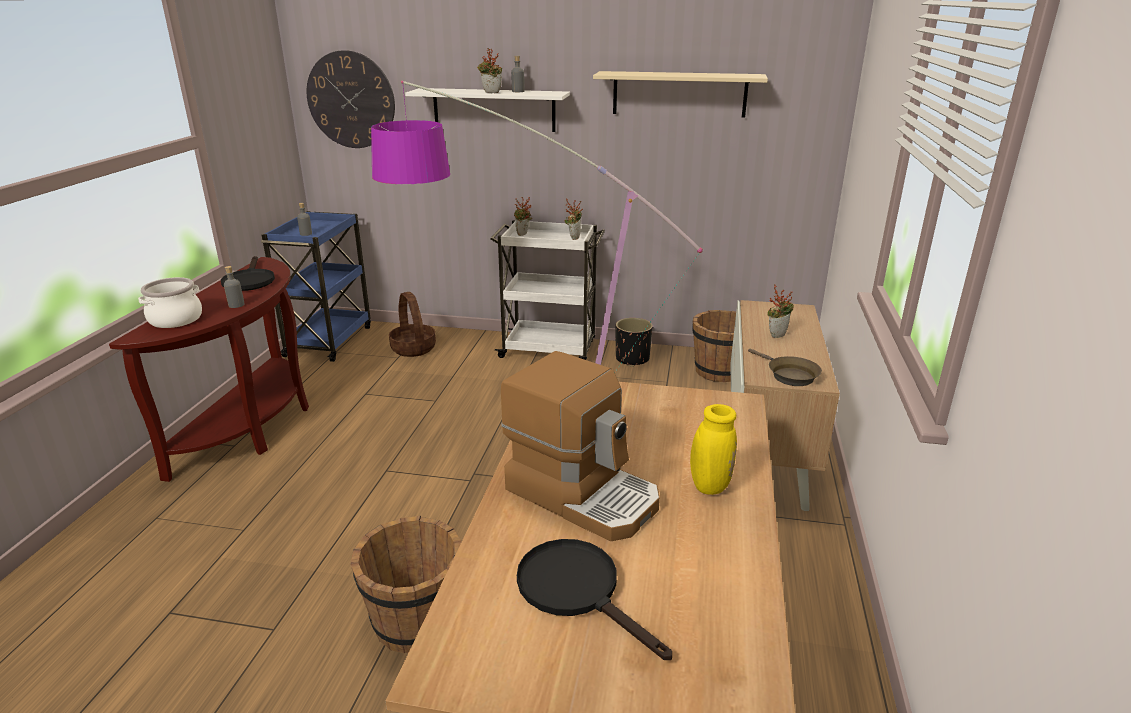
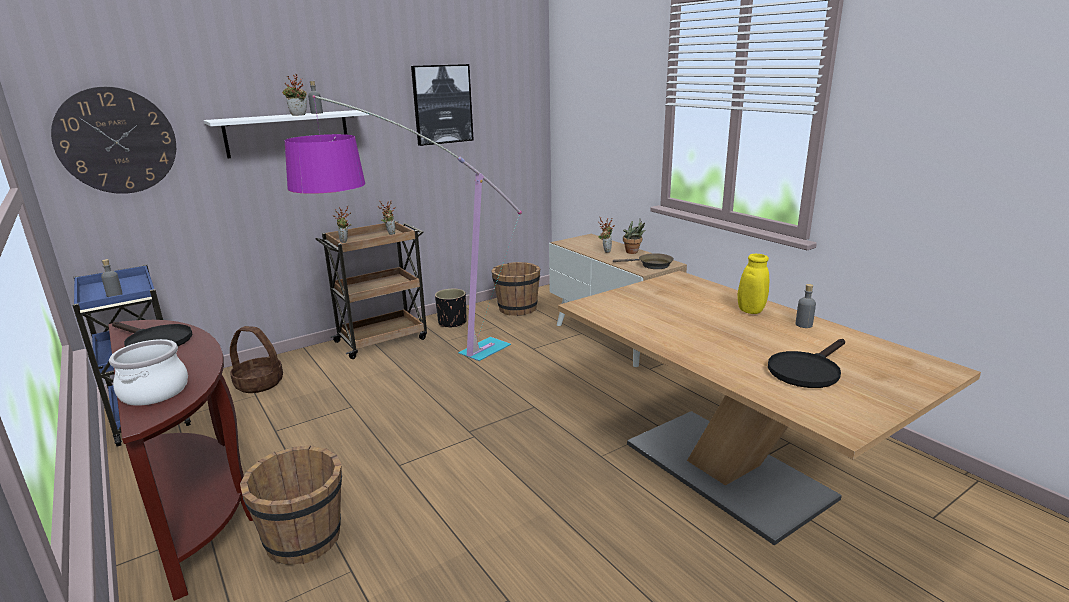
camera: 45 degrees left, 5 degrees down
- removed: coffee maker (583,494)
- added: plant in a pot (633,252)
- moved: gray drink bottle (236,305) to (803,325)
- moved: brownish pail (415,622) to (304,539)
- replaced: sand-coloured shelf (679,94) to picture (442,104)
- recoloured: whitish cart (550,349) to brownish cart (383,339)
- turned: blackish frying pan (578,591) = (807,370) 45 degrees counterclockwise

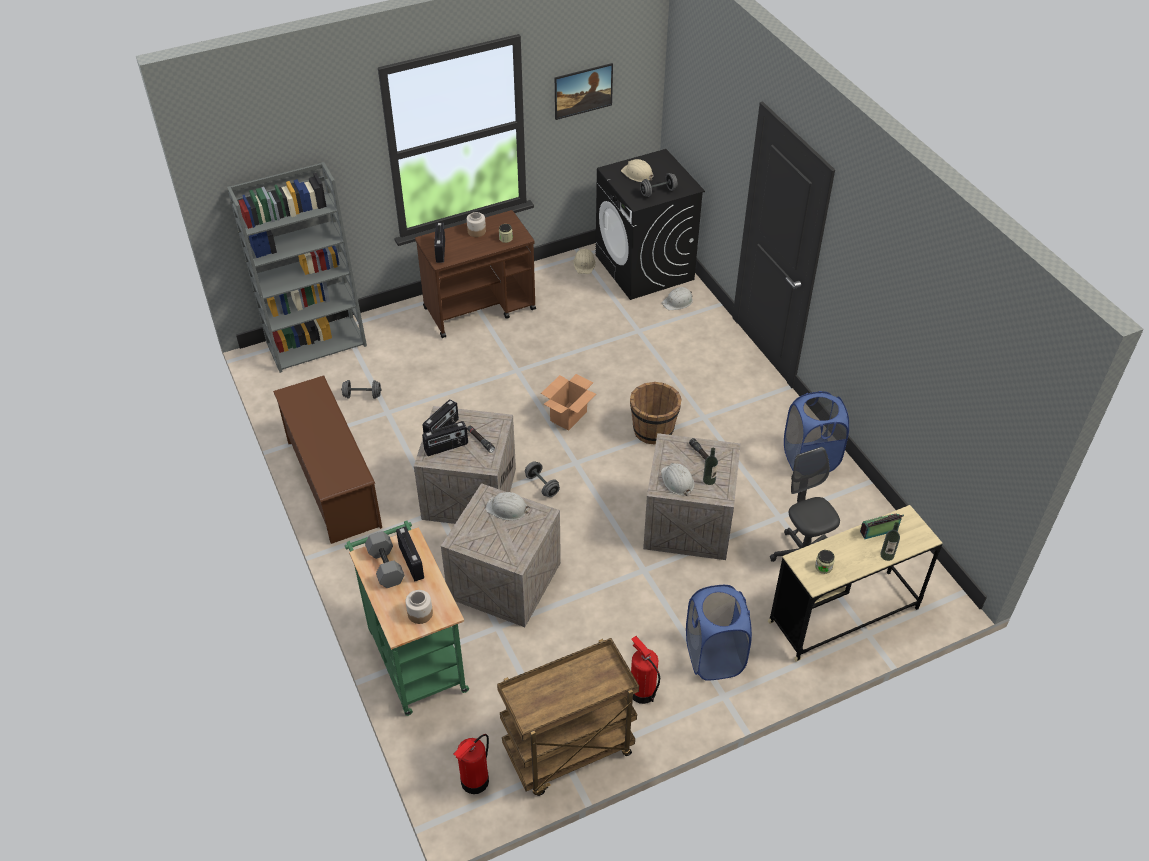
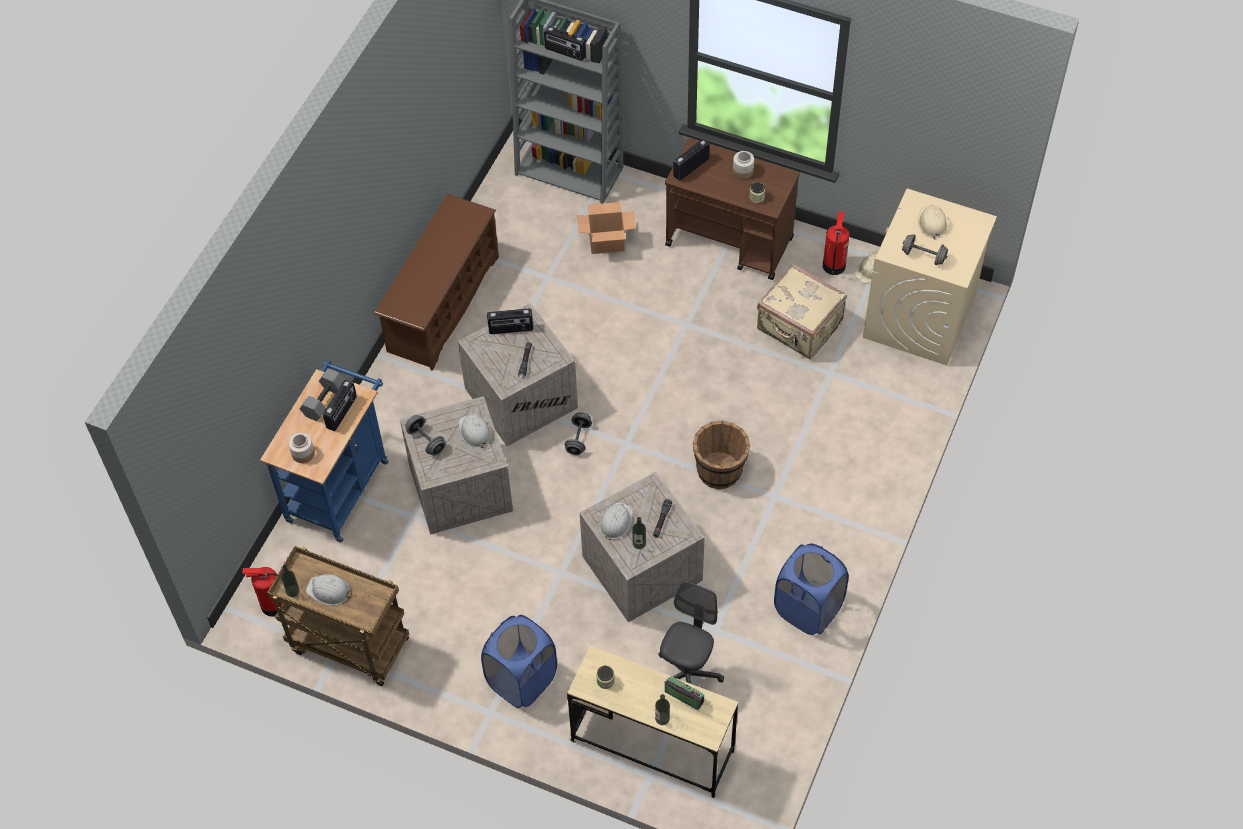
camera: 50 degrees right, 10 degrees up
- removed: picture (583,101)
- added: drink bottle (292,591)
- added: sand-coloured piece of luggage (799,327)
- moved: gray dumbbell (362,395) to (426,441)
- moved: radio (446,447) to (565,52)
- moved: cardboard box (568,416) to (607,243)
- moved: fire-fighting cylinder (642,691) to (834,265)
- moved: whitish work helmet (678,302) to (329,591)
- recoloured: greenish cart (414,655) to bluish cart (340,485)
- recoloured: blackish washing machine (645,267) to sand-coloured washing machine (919,317)

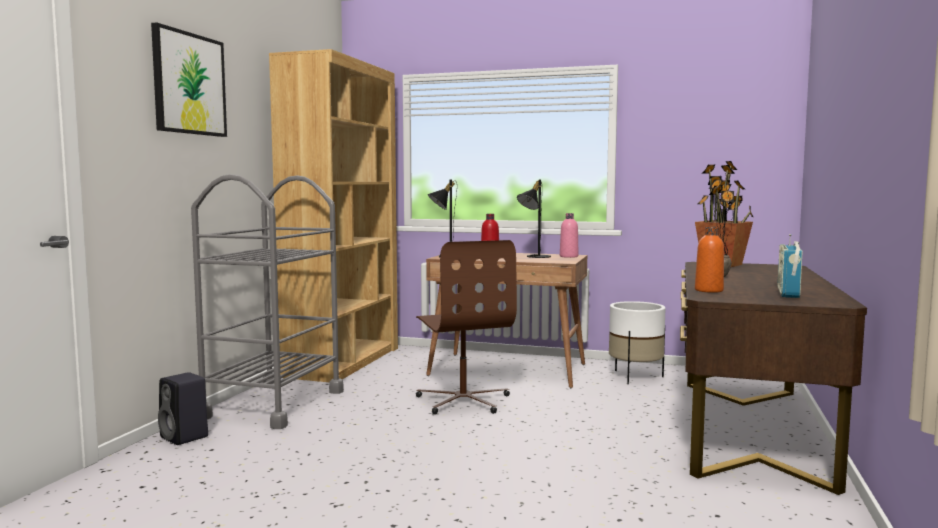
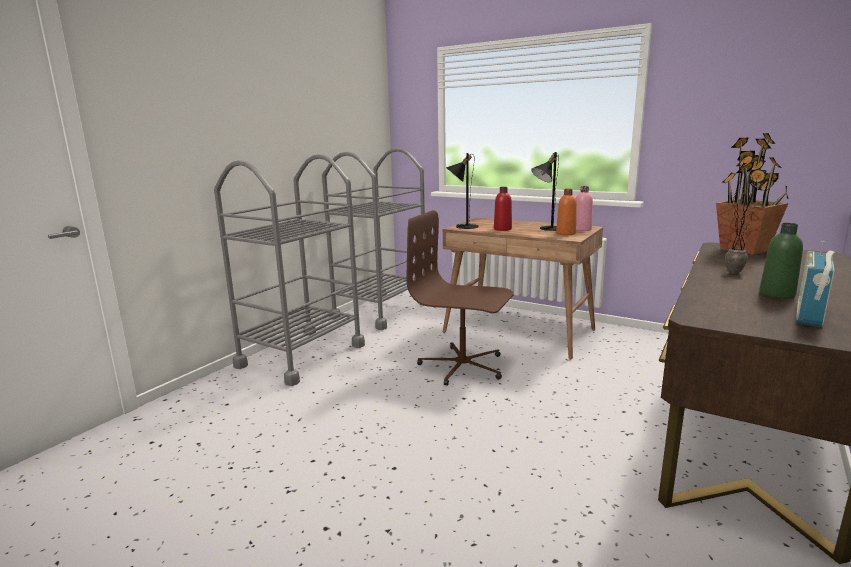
camera: 15 degrees right, 10 degrees up
- removed: picture (189,84)
- removed: blackish audio speaker (185,437)
- removed: whitish planter (635,377)
- added: greenish drink bottle (777,294)
- moved: orangey drink bottle (709,290) to (565,233)
- replaced: brownish shelving unit (343,361) to gray cart (381,311)
- turned: brownish office chair (463,400) = (462,366) 120 degrees clockwise

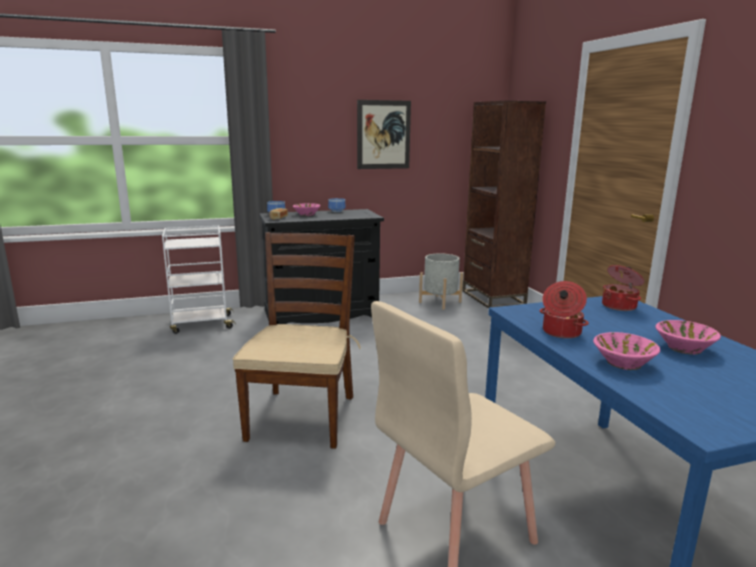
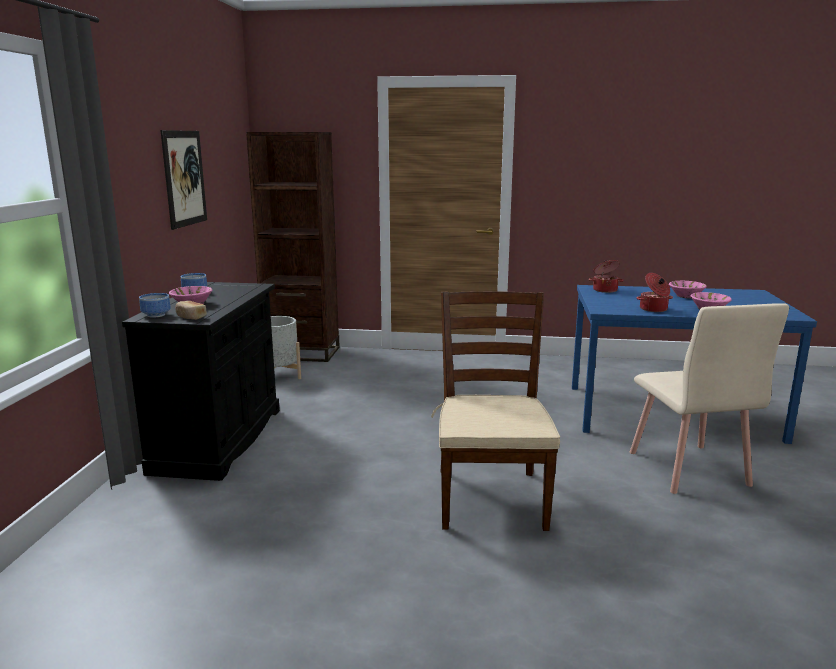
camera: 65 degrees left, 0 degrees up
- removed: whitish cart (201,324)
- turned: brownish plain chair (302,416) = (490,498) 60 degrees clockwise

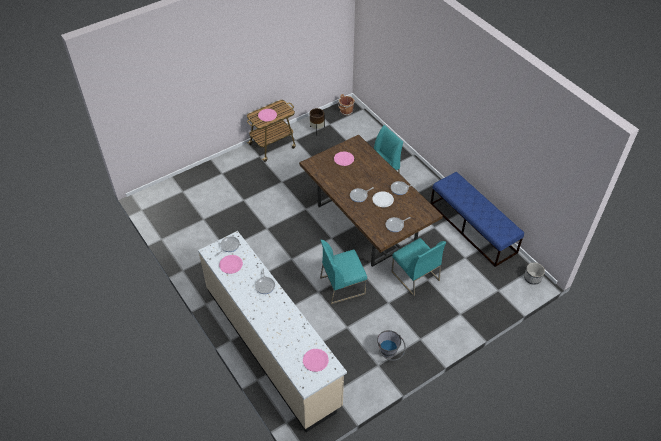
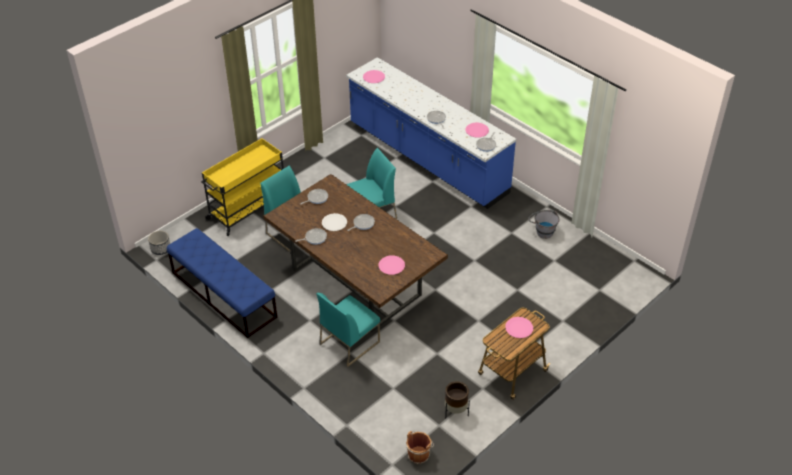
camera: 170 degrees right, 5 degrees down
- added: yellow cart (247,209)
- moved: gray pail (389,353) to (542,231)
- recoloured: sand-coloured kitchen counter (272,345) to bluish kitchen counter (427,159)

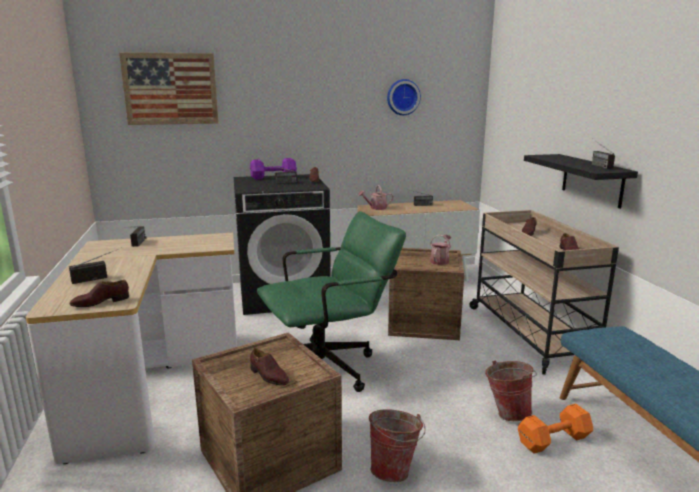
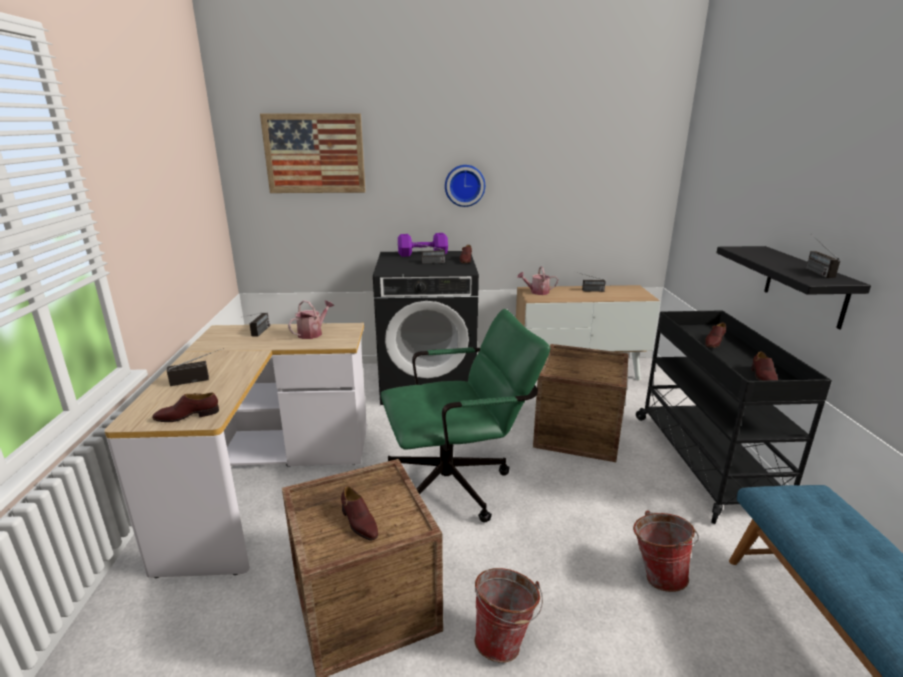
camera: 10 degrees right, 5 degrees up
- removed: orangey dumbbell (555,440)
- moved: hanging clock (402,97) to (464,185)
- moved: watering pot (440,260) to (313,333)
- recoloured: sand-coloured cart (530,333) to blackish cart (704,461)

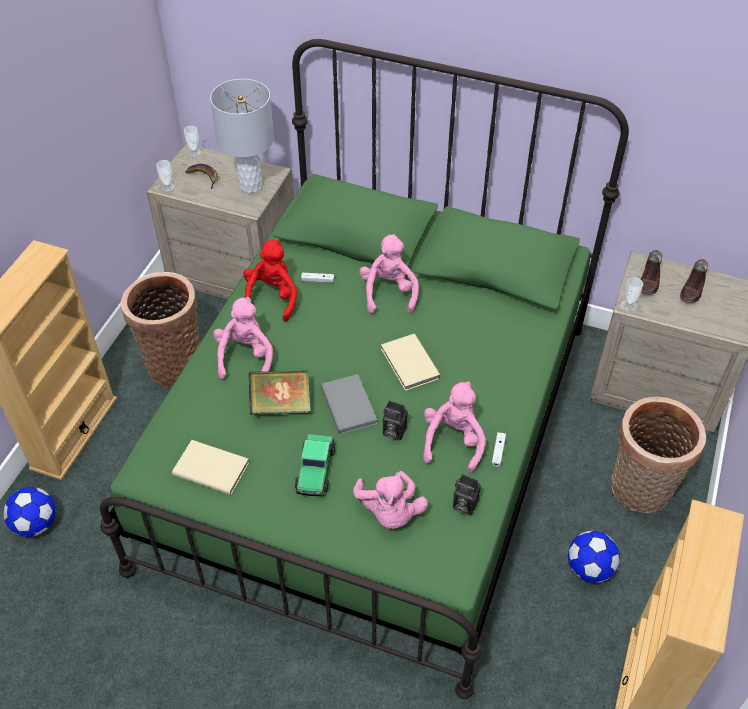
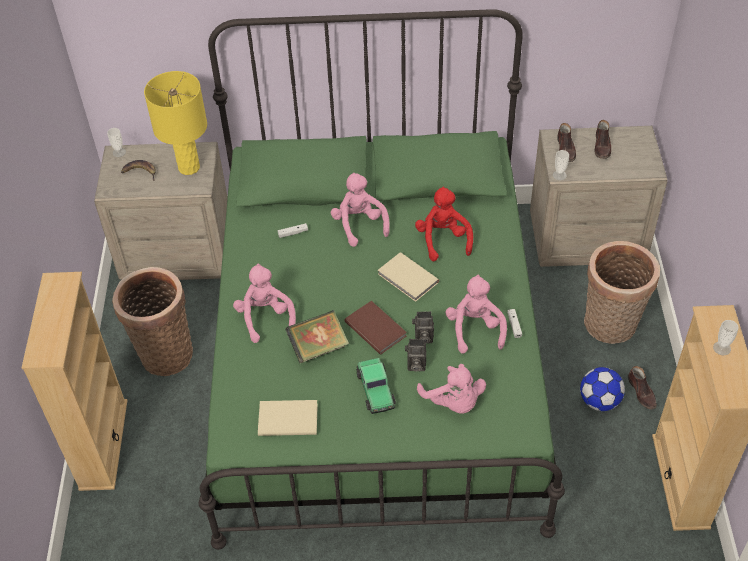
camera: 20 degrees left, 0 degrees up
- removed: ball for football (36,524)
- added: brownish low shoe (642,392)
- moved: drinking cup (168,187) to (722,348)
- moved: red plush toy (272,298) to (443,239)
- moved: photo camera (463,505) to (415,365)
- recoloured: gray tabletop lamp (251,186) to yellow tabletop lamp (189,167)
- recoloured: gray volume (350,404) to brownish volume (376,328)

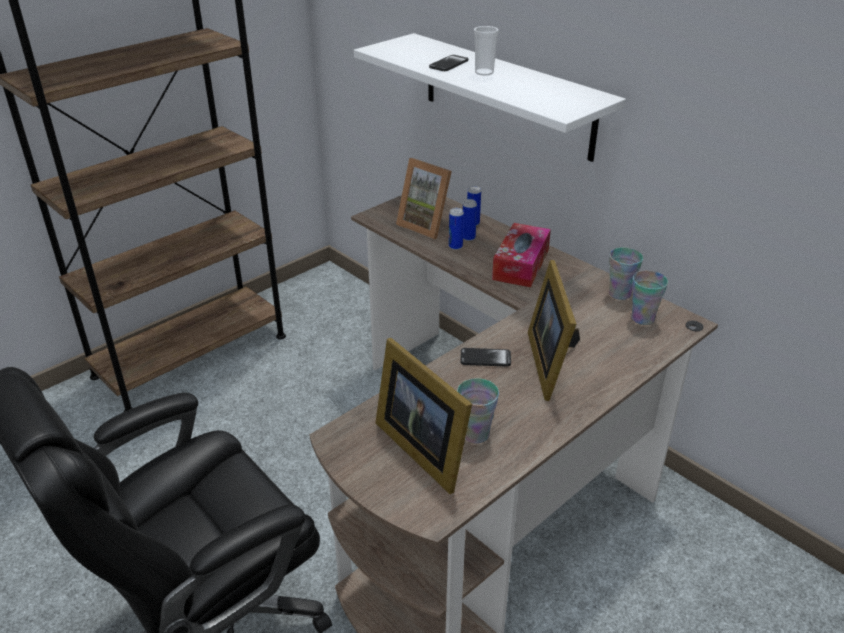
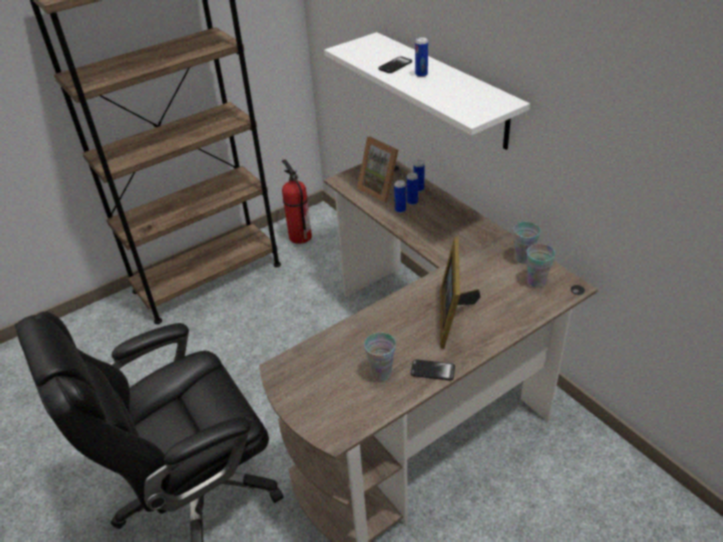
camera: 10 degrees right, 5 degrees up
- removed: picture frame (423,447)
- removed: tissue holder (521,264)
- added: fire-fighting cylinder (299,236)
- moved: telephone (485,358) to (432,371)
- replaced: drinking cup (484,72) to sealed can (421,74)

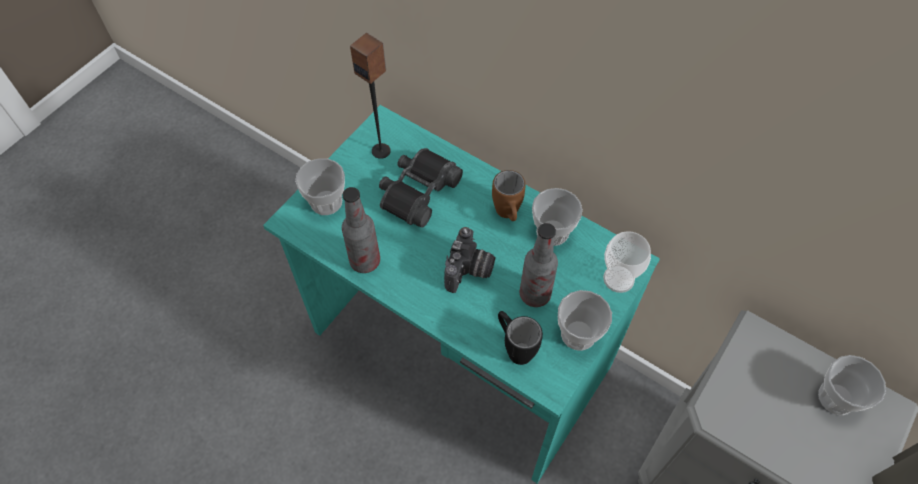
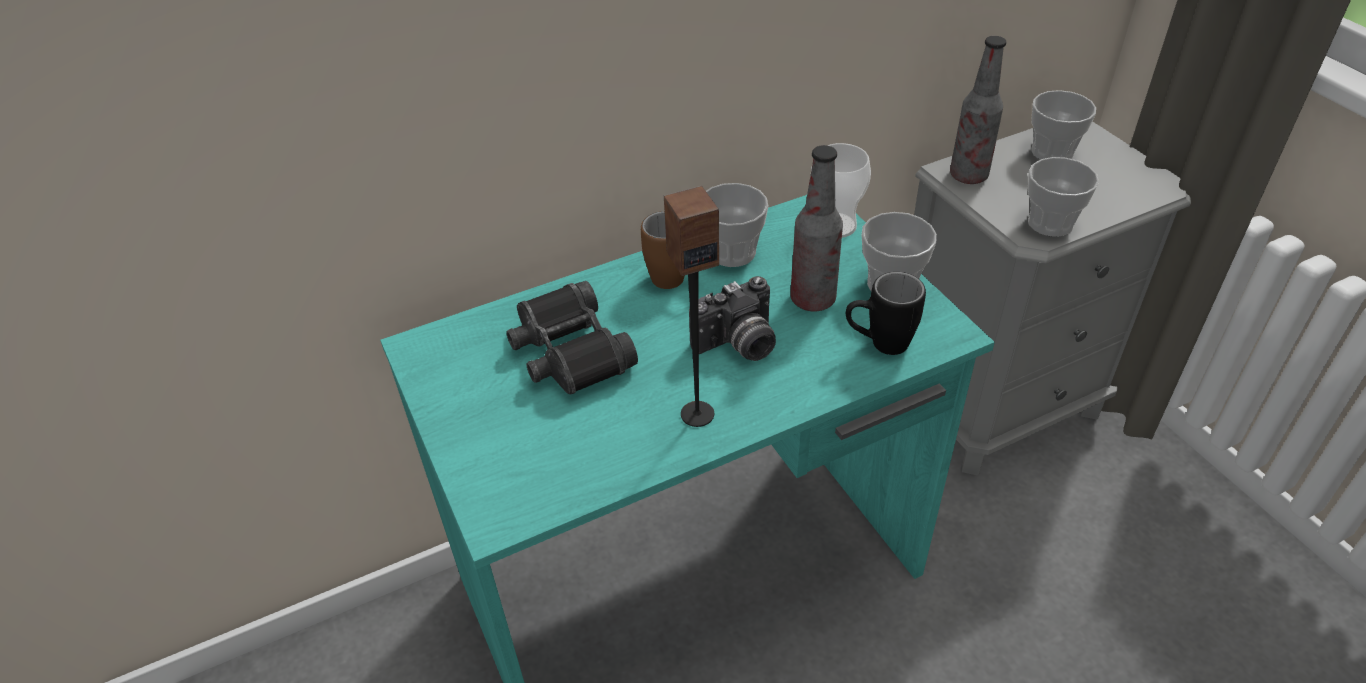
camera: 60 degrees left, 15 degrees down
- moved: drinking cup (326,202) to (1050,223)
- moved: drink bottle (365,261) to (968,176)
- moved: audio speaker (381,150) to (697,413)
- turned: photo camera (470,271) = (738,346) 105 degrees clockwise

